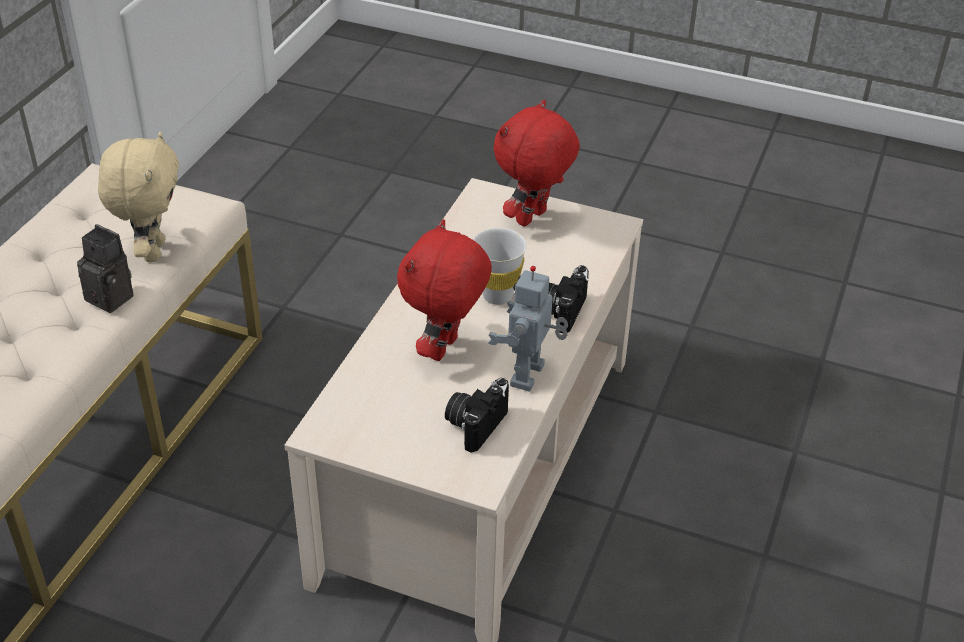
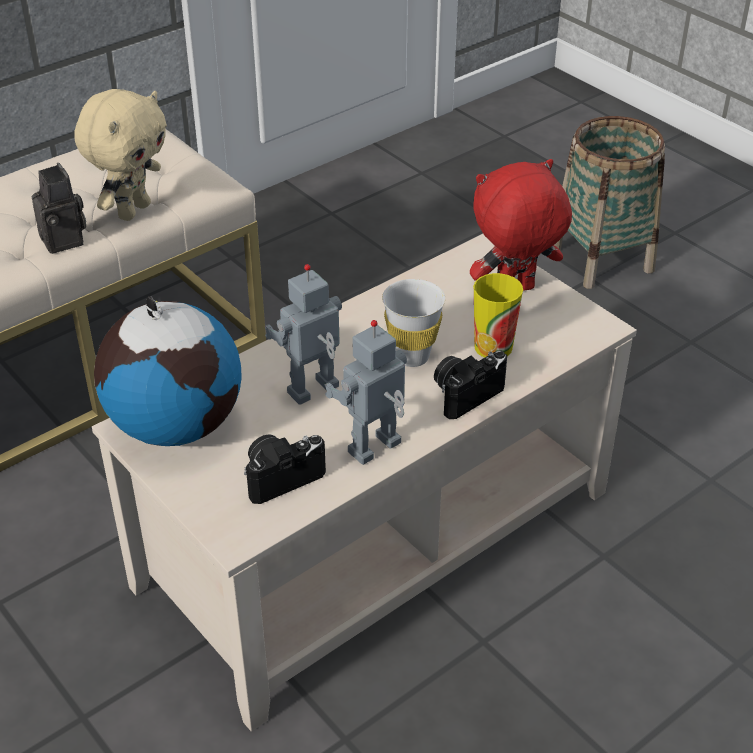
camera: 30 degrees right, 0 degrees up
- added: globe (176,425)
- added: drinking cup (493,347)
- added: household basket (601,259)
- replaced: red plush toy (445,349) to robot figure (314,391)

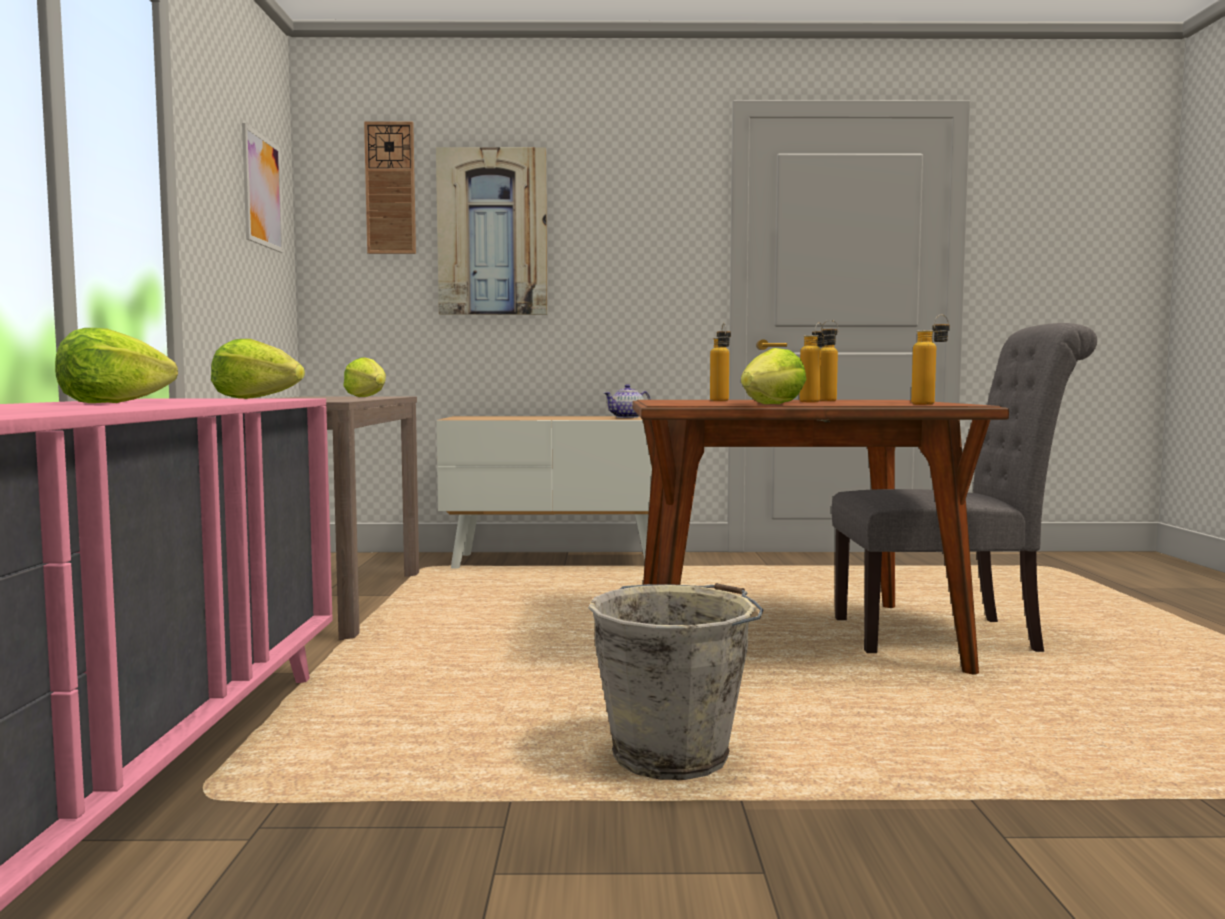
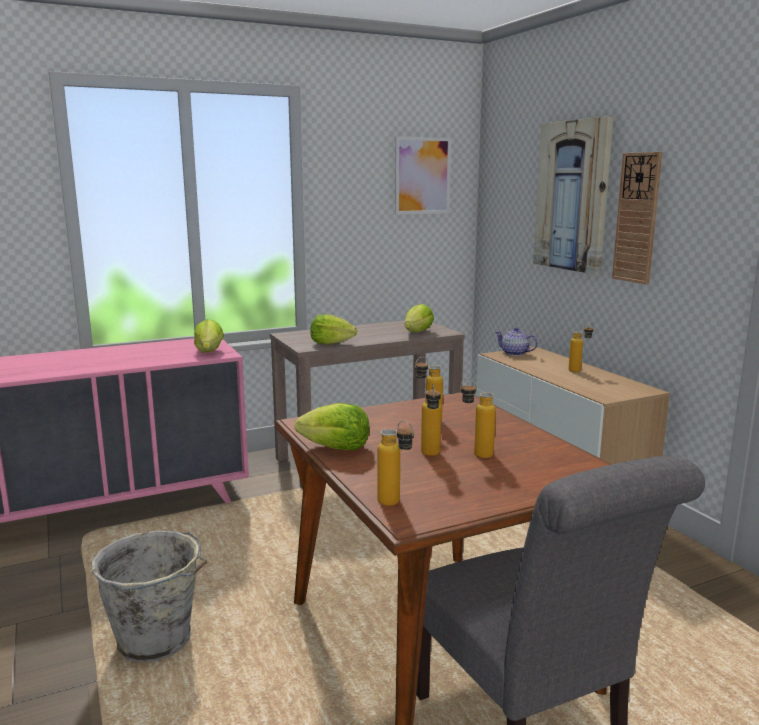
camera: 65 degrees right, 10 degrees up
- added: drink bottle (579,371)
- moved: lettuce (114,402) to (331,343)
- moved: hanging clock (390,188) to (637,218)
- moved: pot for tea (628,417) to (515,353)

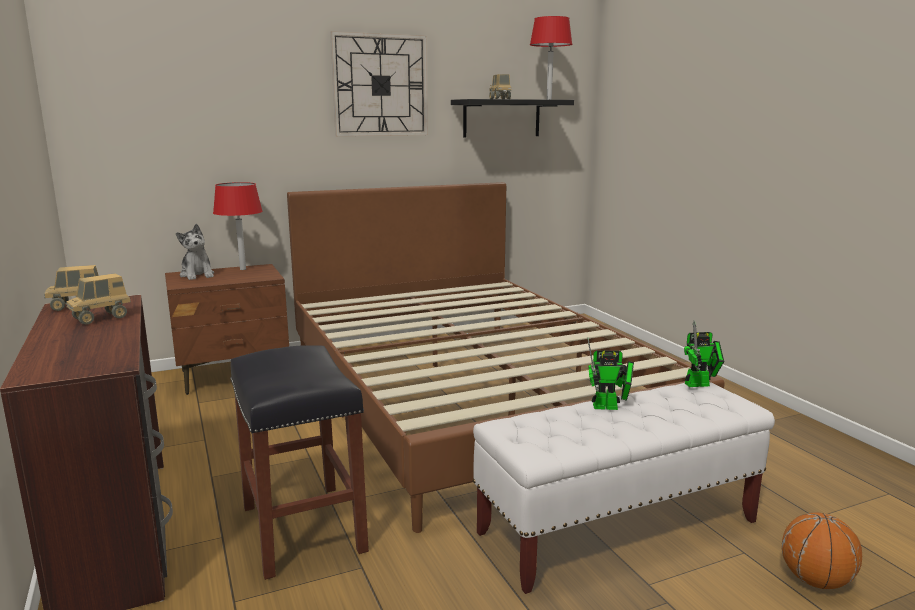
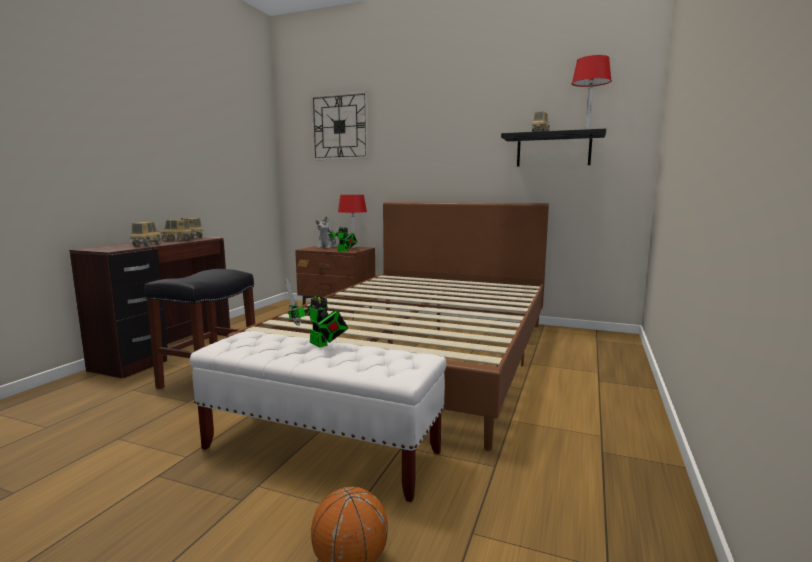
camera: 45 degrees right, 5 degrees down
- added: model truck (147,245)
- moved: hanging clock (380,85) to (340,127)
- moved: robot figure (700,384) to (343,251)

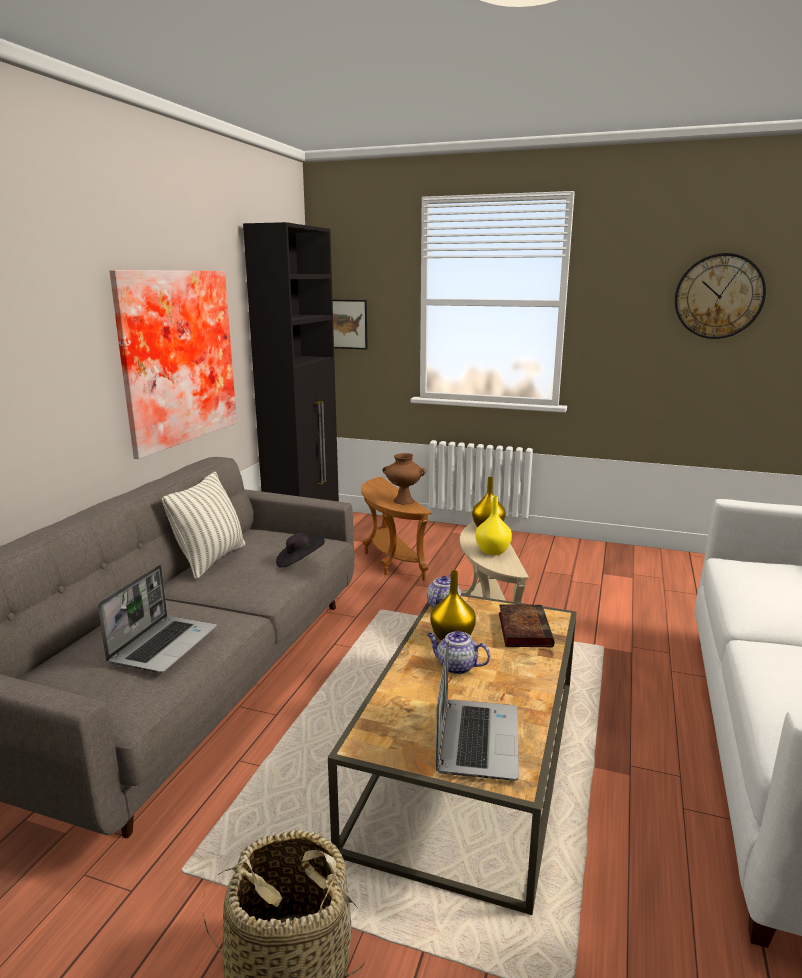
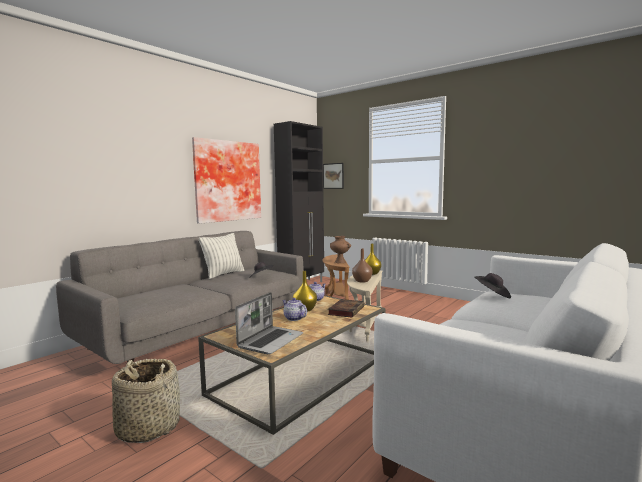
camera: 20 degrees right, 10 degrees down
- removed: portable computer (164,645)
- removed: hanging clock (719,296)
- added: blackish clothing hat (492,295)
- recoloured: yellow flower vase (492,551) to brownish flower vase (362,281)

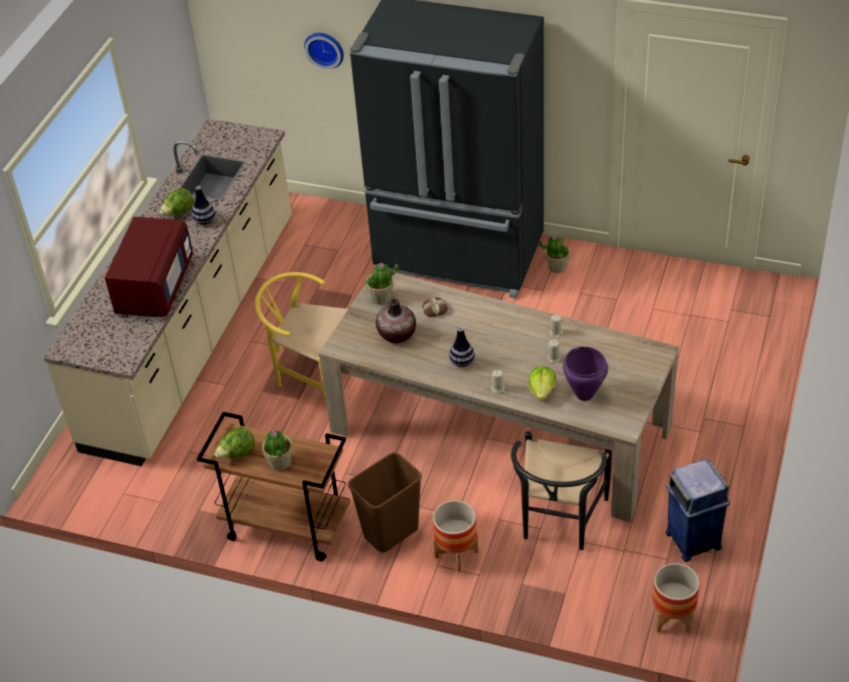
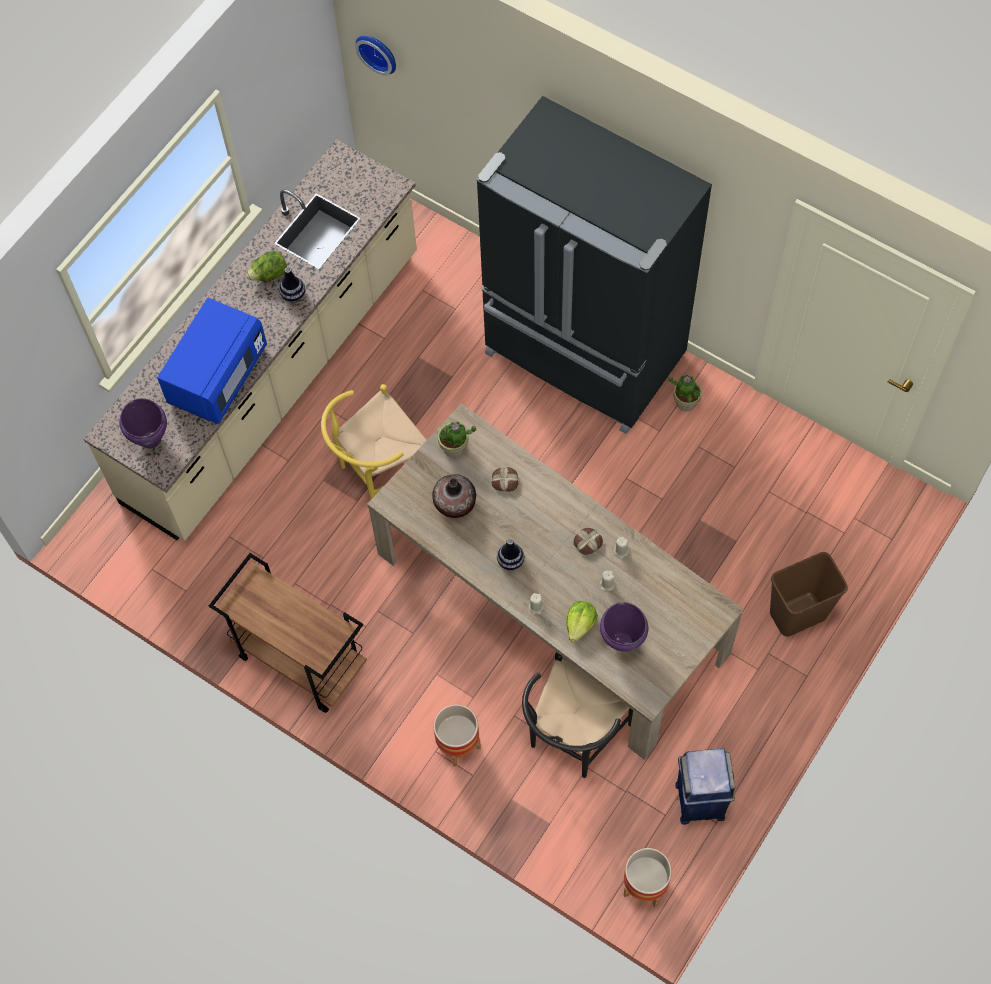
camera: 15 degrees right, 20 degrees up
- removed: lettuce (237,454)
- removed: plant in a pot (280,462)
- added: purple stockpot (151,440)
- added: bread (587,542)
- moved: hanging clock (325,48) to (378,52)
- moved: brownish rubbish bin (391,533) to (797,615)
- recoloured: red microwave oven (154,287) to bluish microwave oven (217,376)
- turned: yellow plain chair (311,374) = (379,473) 75 degrees counterclockwise

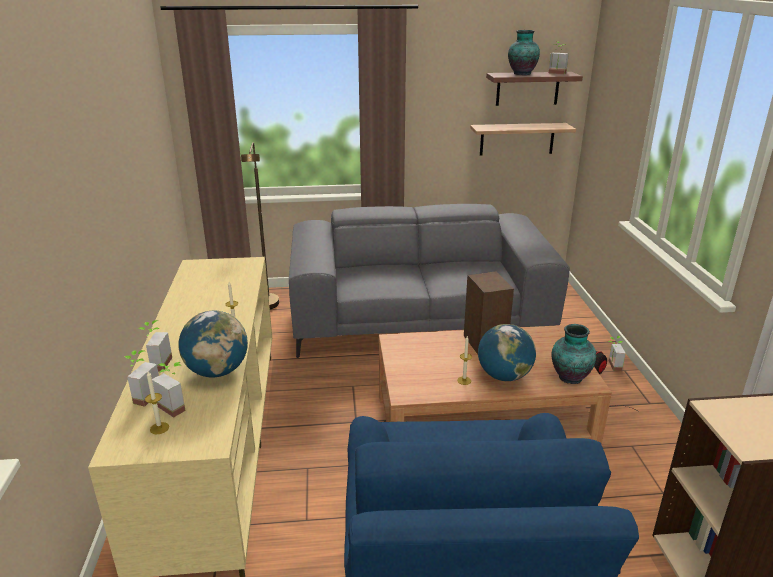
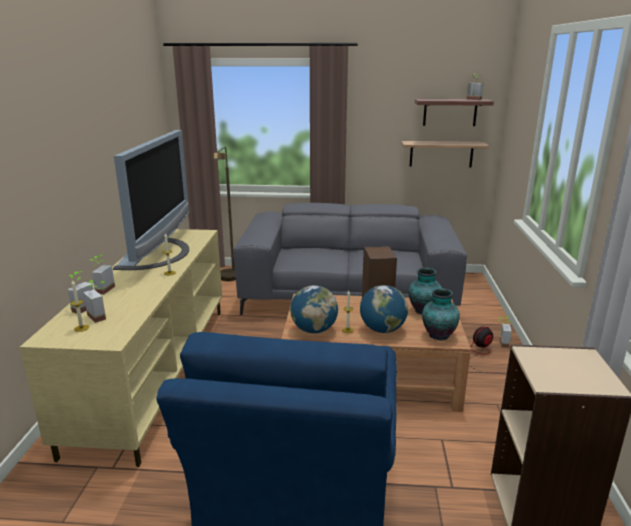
camera: 10 degrees right, 5 degrees down
- added: television (157,253)
- moved: globe (217,371) to (314,330)
- moved: flower vase (521,74) to (423,311)

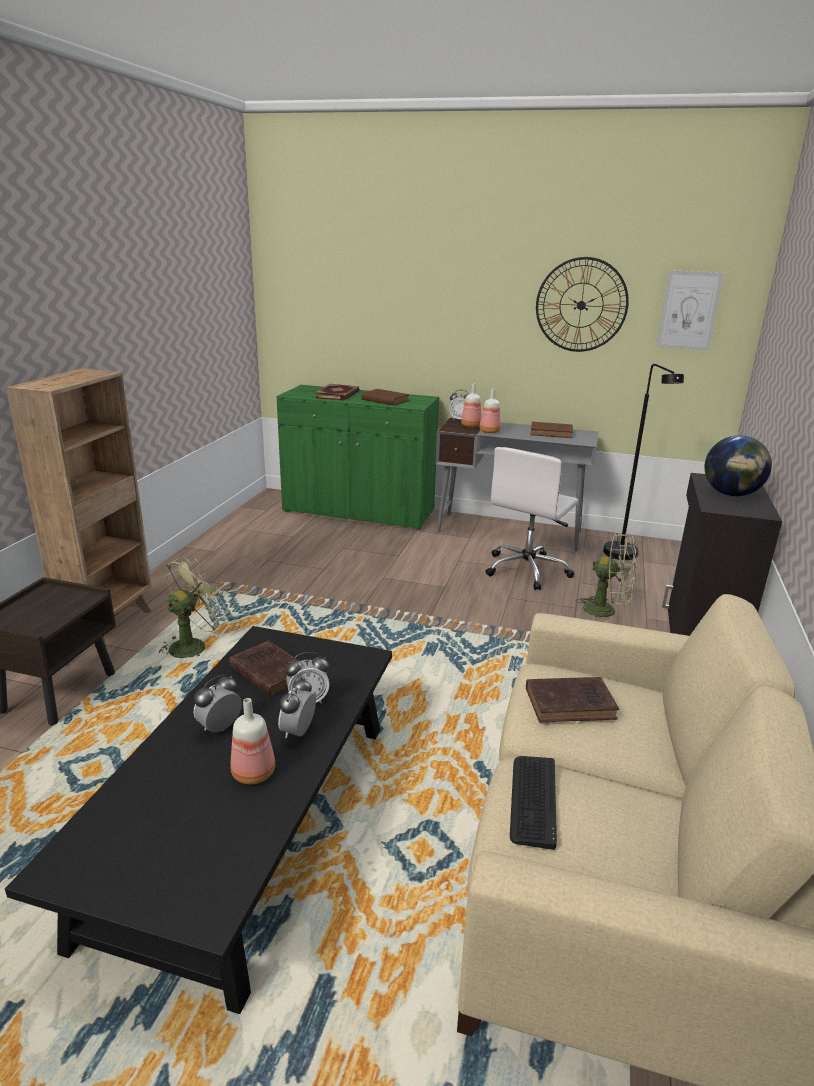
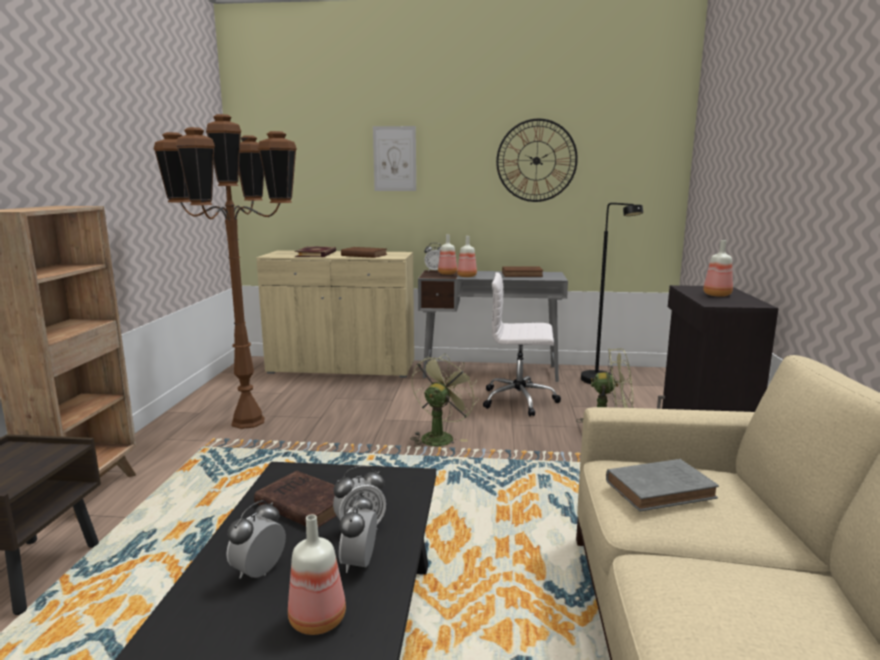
camera: 10 degrees left, 10 degrees down
- removed: computer keyboard (533,800)
- added: brownish standard lamp (248,422)
- moved: greenish fan (193,645) to (439,437)
- moved: picture (689,310) to (394,159)
- replaced: globe (731,494) to drink bottle (718,295)
- recoloured: greenish cupboard (358,511) to sand-coloured cupboard (342,367)
- recoloured: brownish volume (572,703) to gray volume (662,489)
- turned: whitish office chair (527,570) = (520,400) 75 degrees clockwise

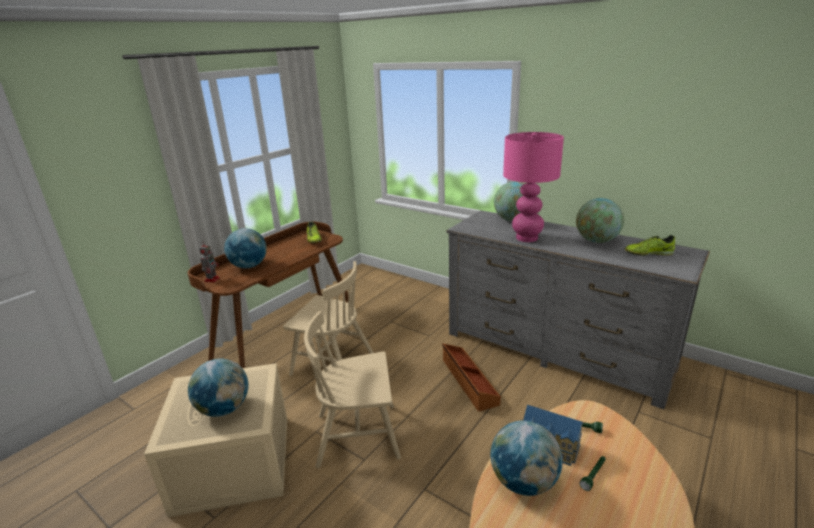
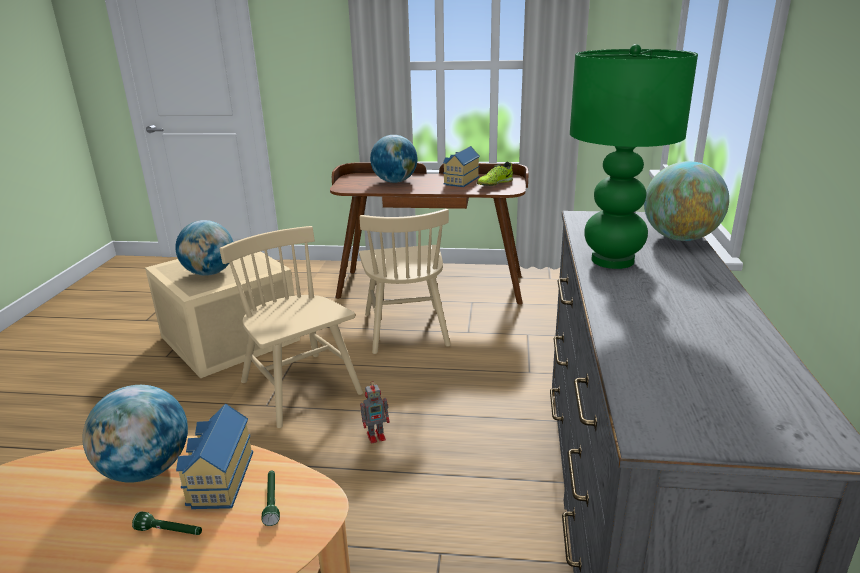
camera: 60 degrees right, 0 degrees up
- removed: brownish storage container (468,381)
- removed: globe (596,241)
- removed: low shoe (648,254)
- added: miniature house (460,181)
- moved: robot figure (212,279) to (377,436)
- recoloured: pink-coloured tabletop lamp (526,238) to greenish tabletop lamp (611,260)

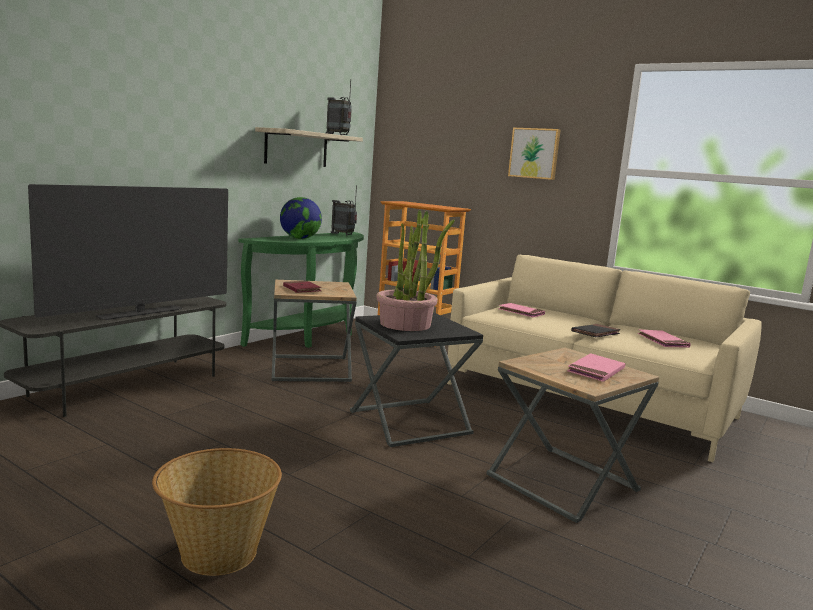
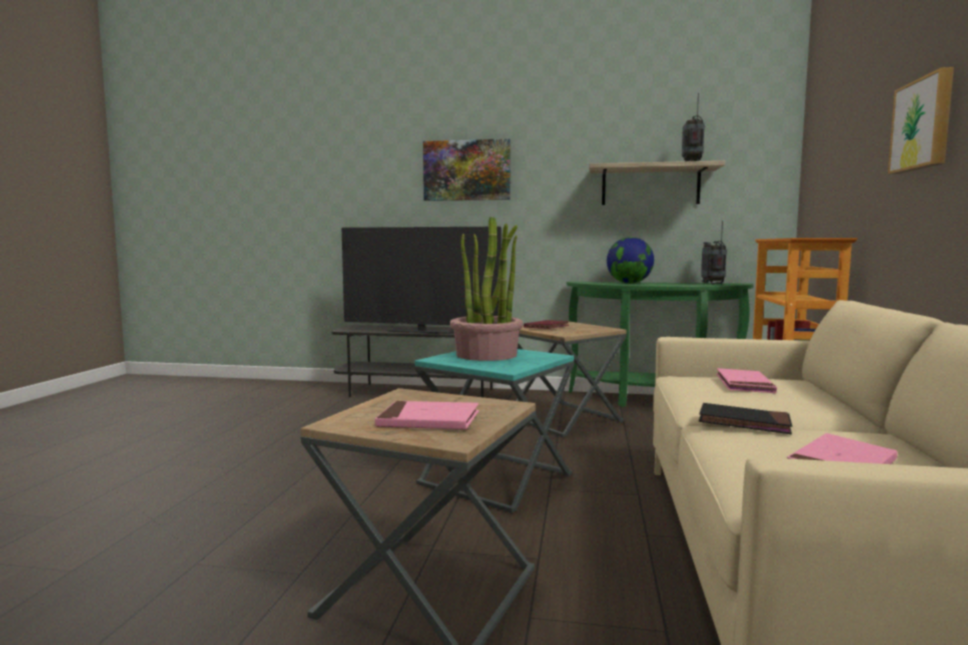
camera: 65 degrees right, 5 degrees down
- removed: household basket (217,553)
- added: picture (467,170)
- recoloured: blackish side table (409,423) to turquoise side table (495,480)

